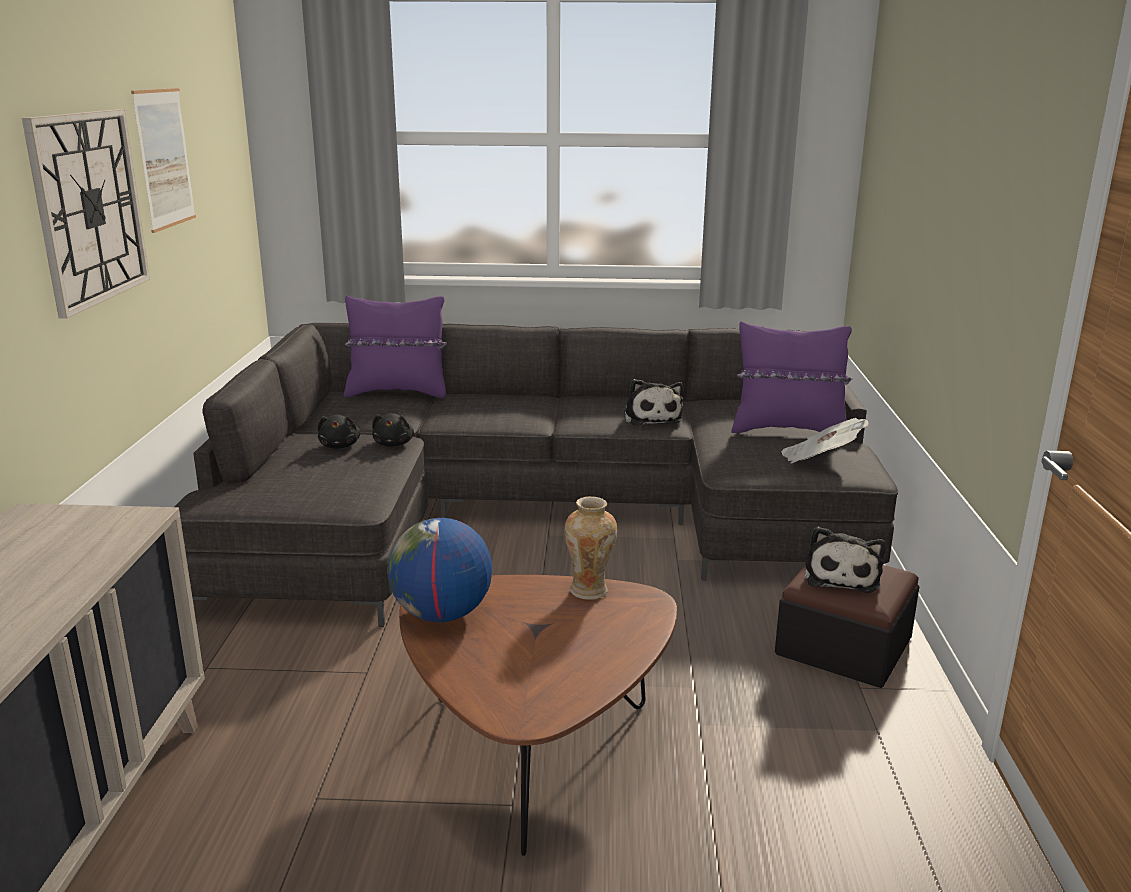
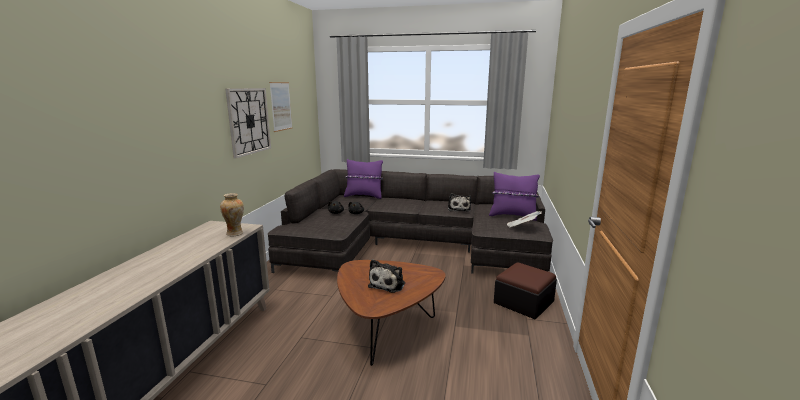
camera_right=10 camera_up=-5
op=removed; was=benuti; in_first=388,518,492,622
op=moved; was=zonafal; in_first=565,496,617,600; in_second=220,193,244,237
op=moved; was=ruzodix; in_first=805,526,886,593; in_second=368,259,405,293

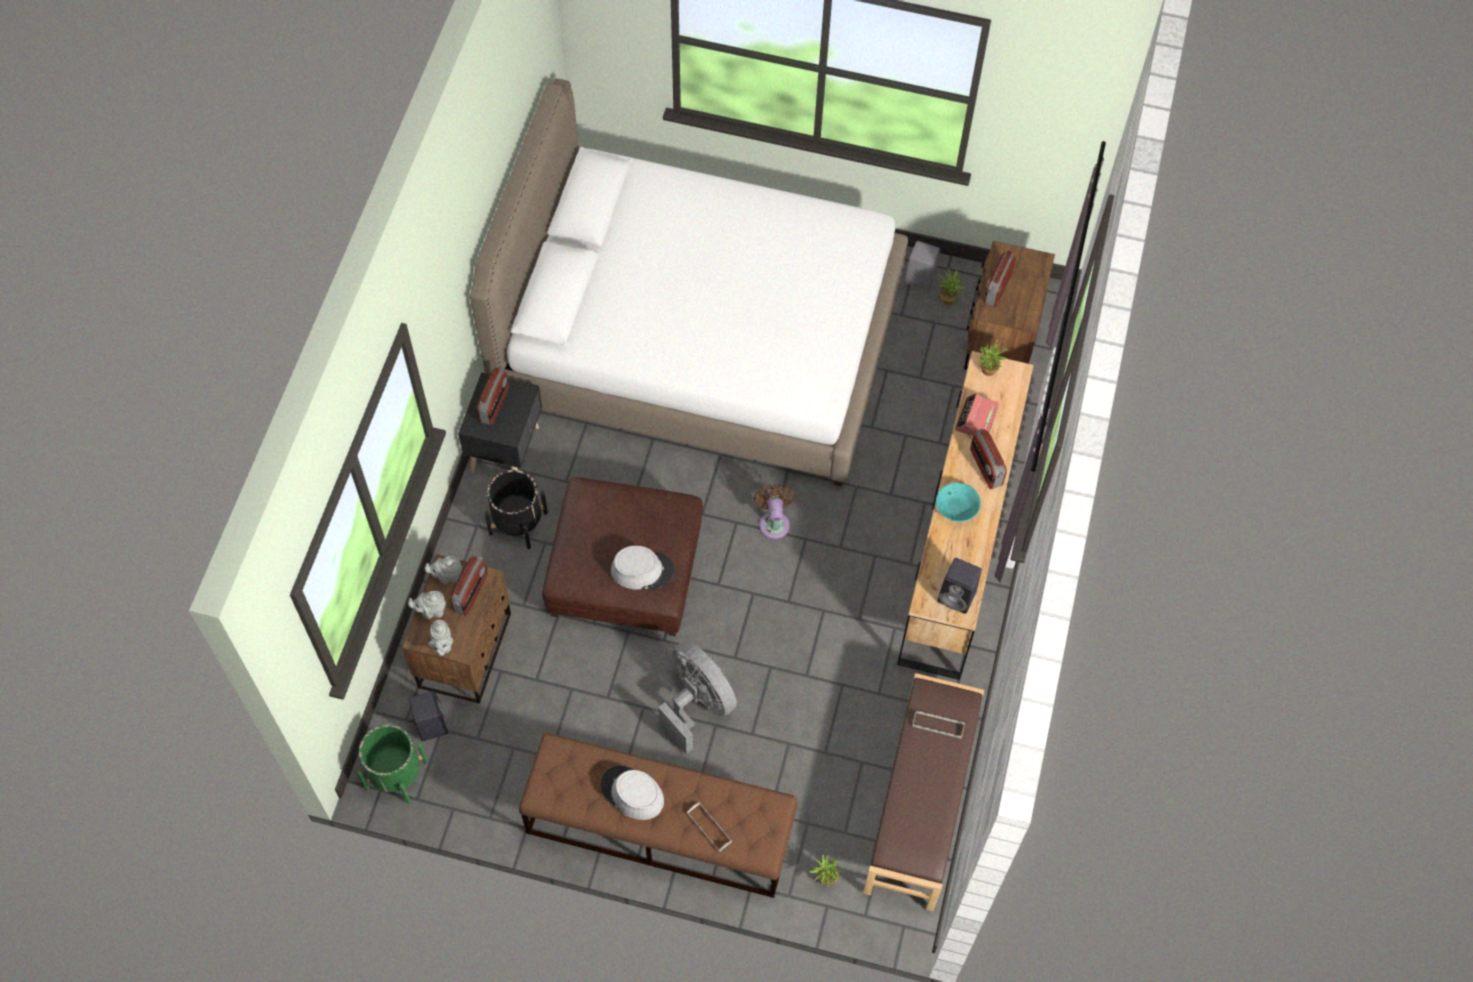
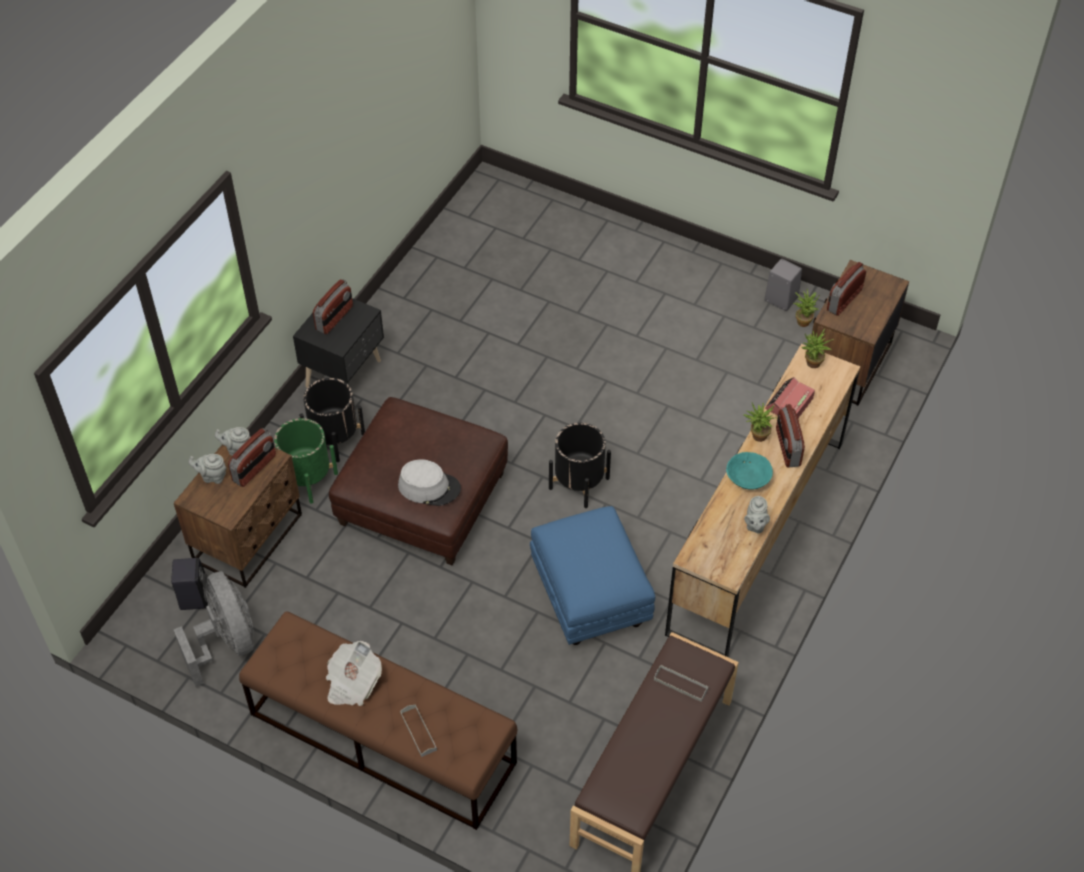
camera_right=15 camera_up=-10
op=moved; was=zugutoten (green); in_first=358,724,428,804; in_second=274,418,338,504
op=moved; was=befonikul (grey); in_first=428,620,453,656; in_second=744,496,770,533
op=removed; was=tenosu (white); in_first=470,79,908,486
op=replaced; was=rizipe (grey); now=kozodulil; in_first=601,765,664,820; in_second=326,641,382,706
op=moved; was=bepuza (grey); in_first=659,641,737,754; in_second=174,571,254,687
op=replaced; was=bepuza (brown); now=zugutoten (black); in_first=754,484,796,539; in_second=549,423,611,508
op=moved; was=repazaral; in_first=809,855,844,887; in_second=743,403,777,442
op=removed; was=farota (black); in_first=938,558,982,614
op=added; now=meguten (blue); in_second=530,506,655,645

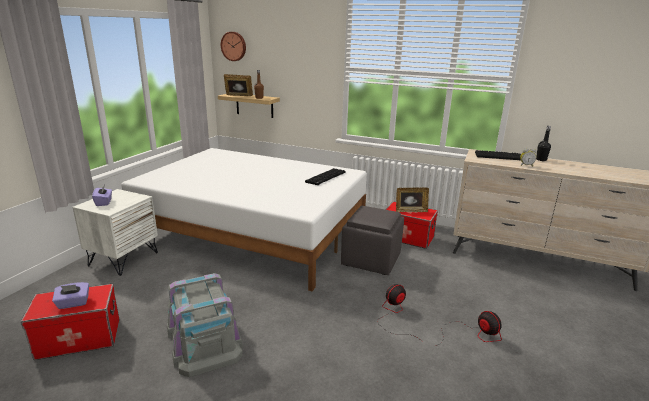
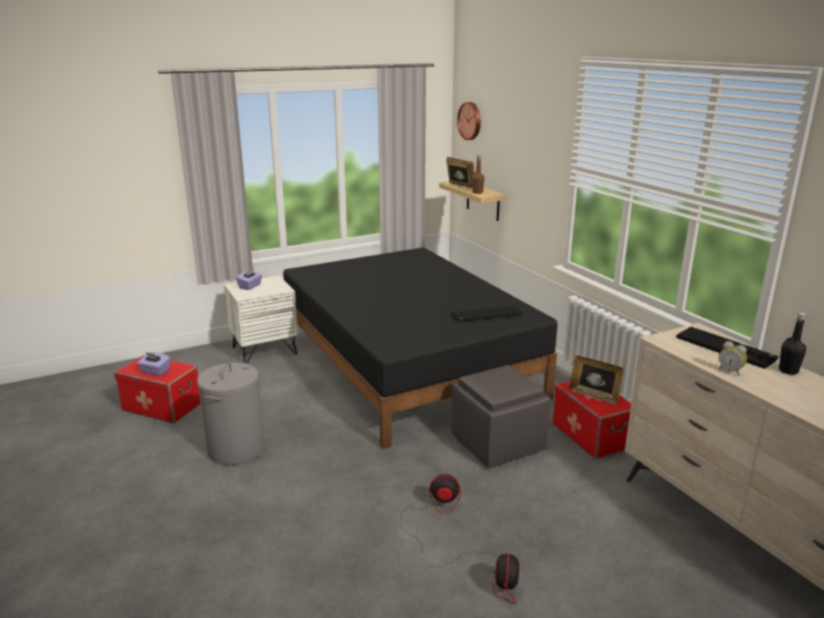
camera_right=40 camera_up=0
op=recoloured; was=tenosu (white); now=tenosu (black); in_first=121,148,367,291; in_second=283,248,558,449
op=replaced; was=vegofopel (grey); now=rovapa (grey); in_first=167,273,243,377; in_second=197,363,265,465

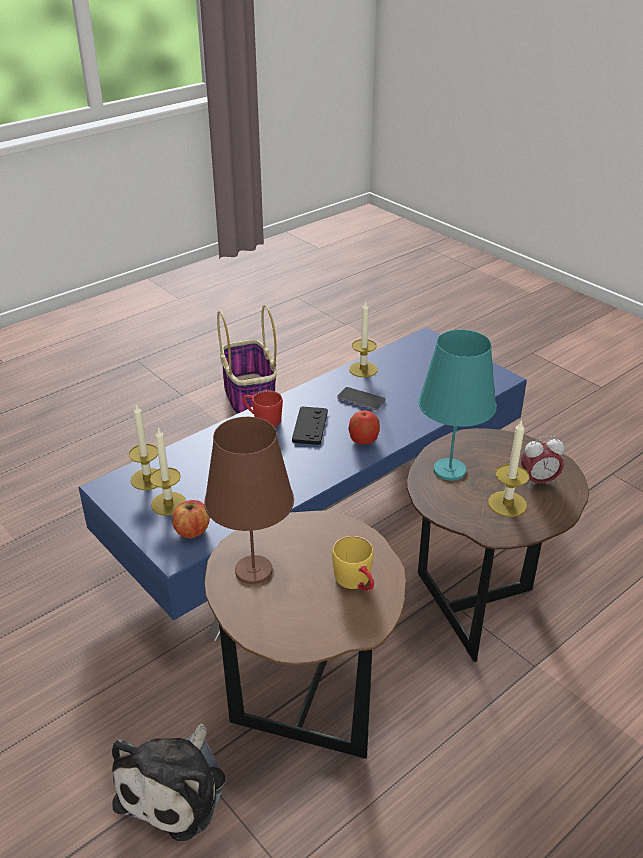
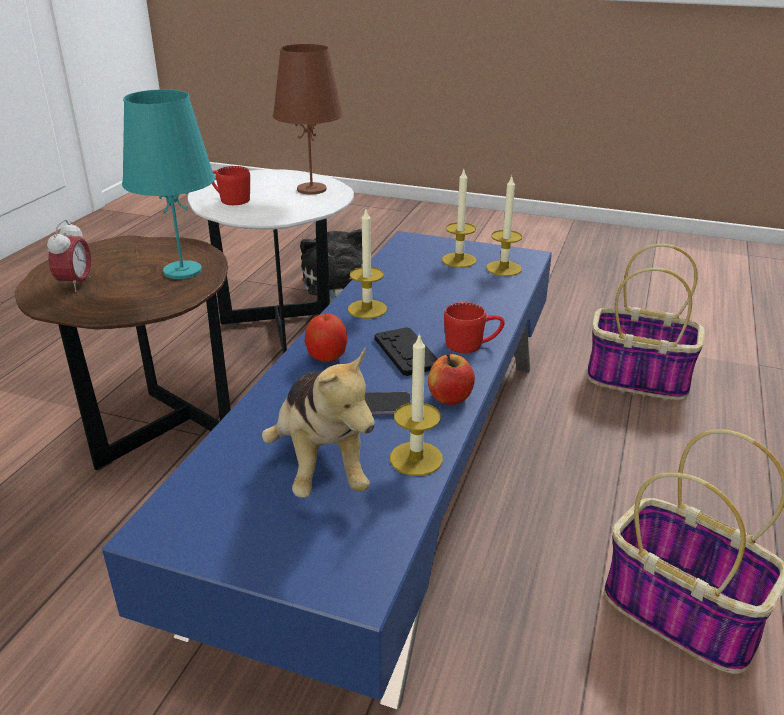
camera_right=150 camera_up=-5
op=moved; was=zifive; in_first=172,500,210,538; in_second=428,354,475,405
op=recoloured; was=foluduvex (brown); now=foluduvex (white); in_first=204,511,406,759; in_second=188,169,354,353
op=recoloured; was=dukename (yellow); now=dukename (red); in_first=332,536,374,591; in_second=212,166,250,205
op=moved; was=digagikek; in_first=488,419,529,517; in_second=348,210,387,319
op=turned; was=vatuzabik; in_first=521,436,565,487; in_second=47,219,91,292; clockwise=135
op=added; now=ruzodix; in_second=262,348,375,498
op=added; now=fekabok; in_second=587,244,705,400

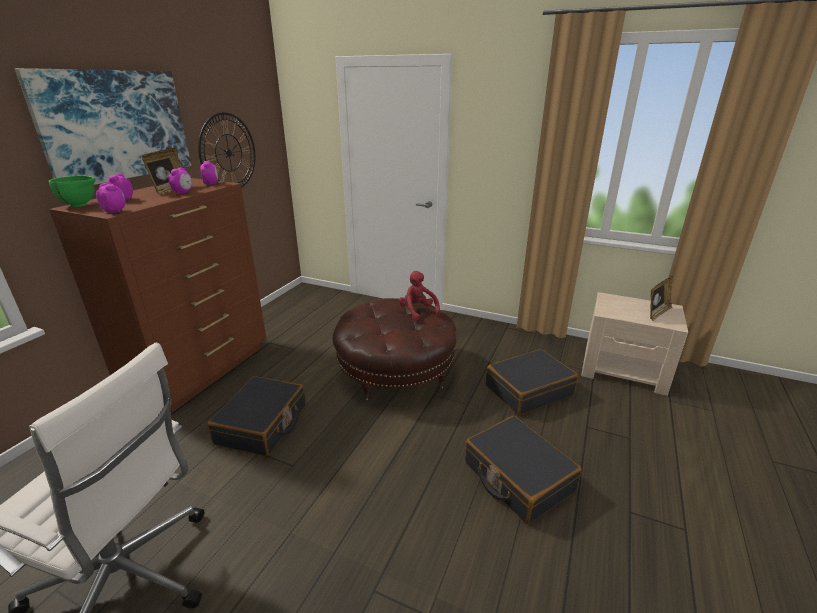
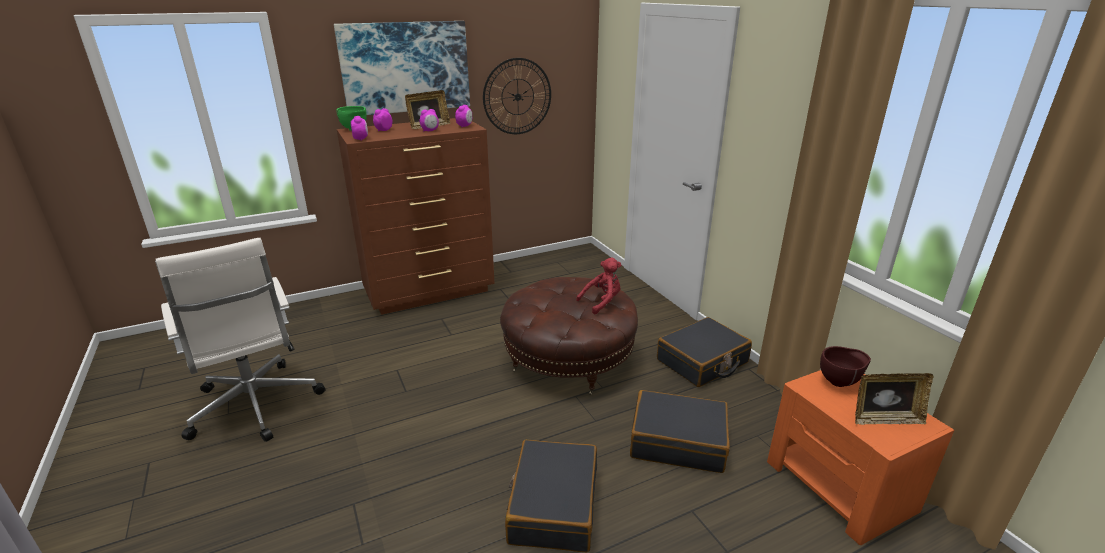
camera_right=40 camera_up=0
op=moved; was=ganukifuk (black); in_first=207,376,306,456; in_second=657,317,752,387
op=turned; was=ruzodix (red); in_first=399,271,440,321; in_second=576,258,621,315; clockwise=45
op=recoloured; was=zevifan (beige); now=zevifan (orange); in_first=581,292,688,396; in_second=767,370,954,545
op=added; now=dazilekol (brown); in_second=820,346,871,387

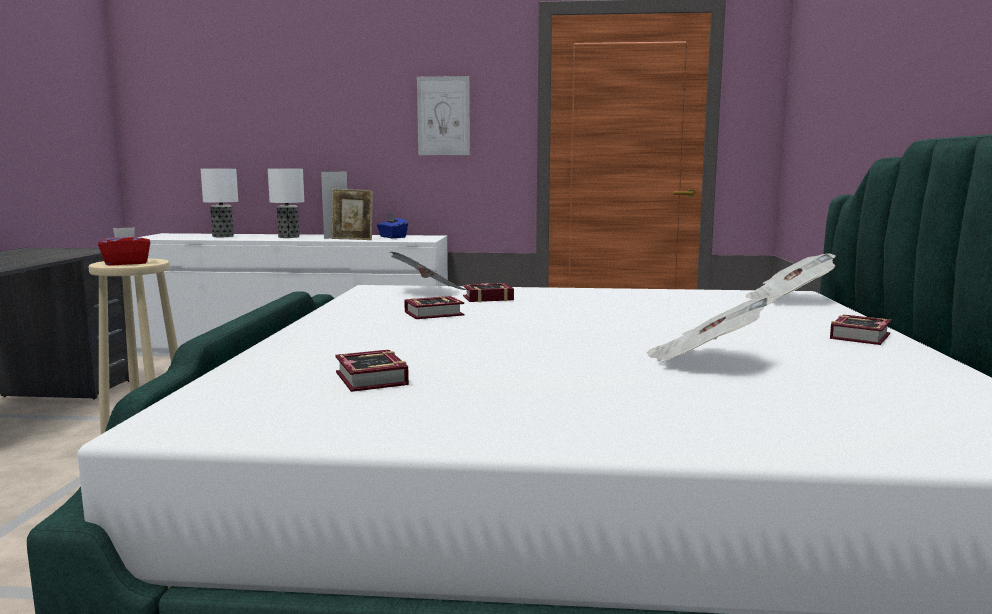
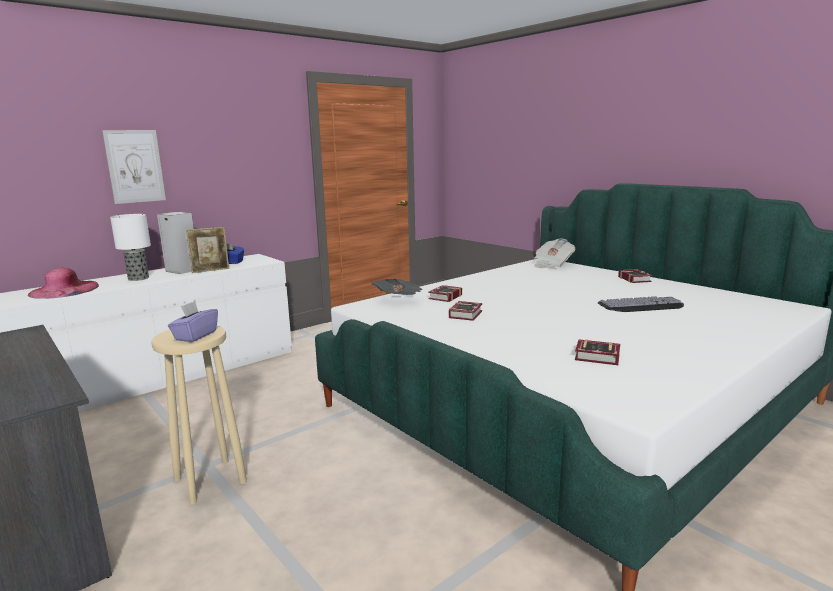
camera_right=-45 camera_up=5
op=recoloured; was=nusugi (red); now=nusugi (purple); in_first=98,227,150,266; in_second=168,301,218,342
op=replaced; was=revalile; now=rizipe (pink); in_first=201,169,238,237; in_second=28,268,99,299
op=moved; was=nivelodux; in_first=417,76,470,155; in_second=102,130,166,204
op=replaced; was=kozodulil; now=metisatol; in_first=647,297,774,363; in_second=598,296,684,312

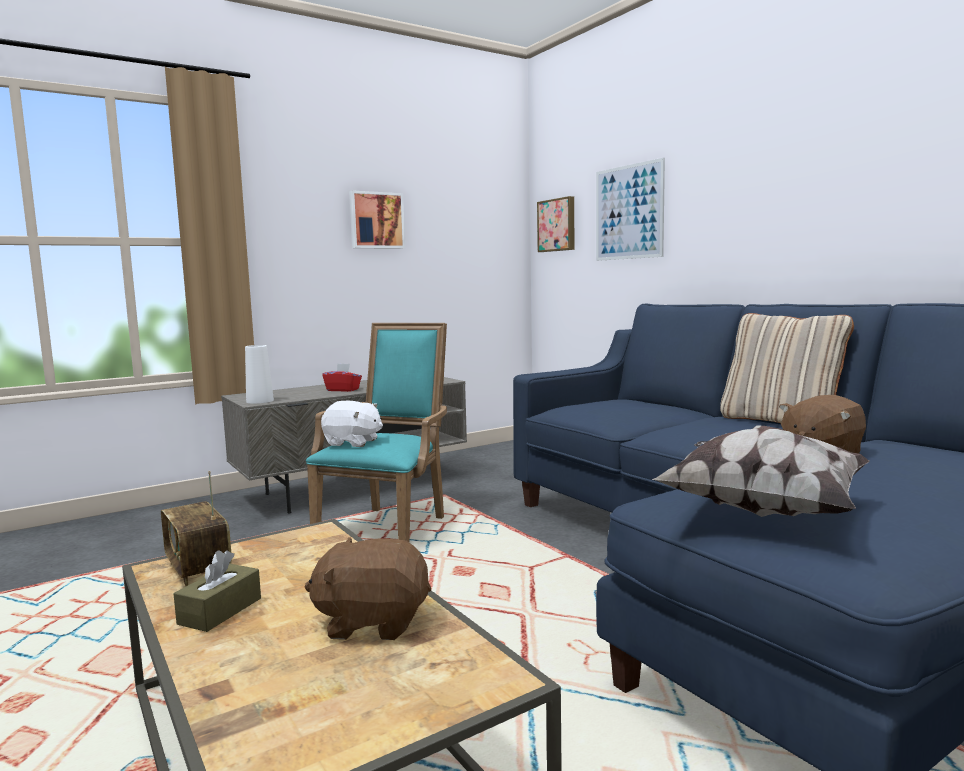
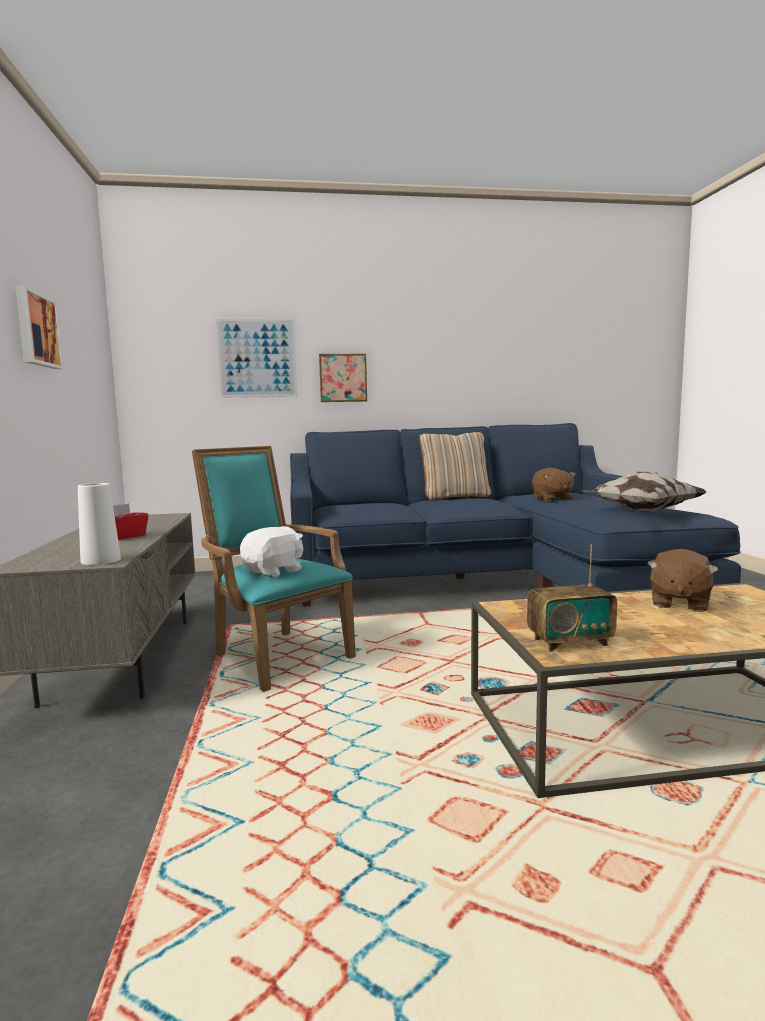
camera_right=-65 camera_up=0
op=removed; was=nusugi (brown); in_first=174,550,261,632
op=moved; was=nivelodux; in_first=537,196,574,252; in_second=319,354,367,402

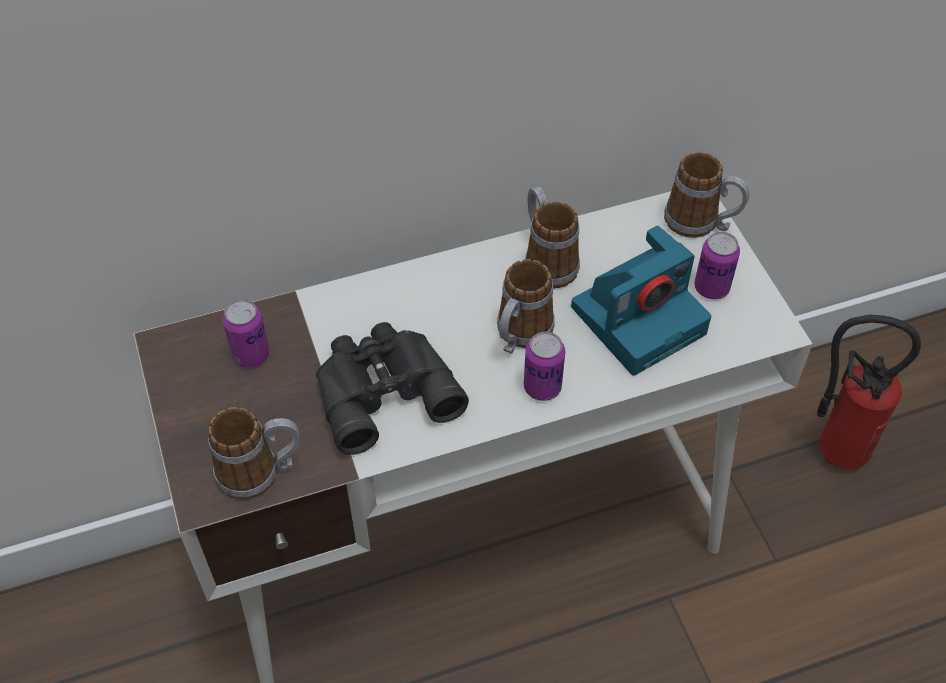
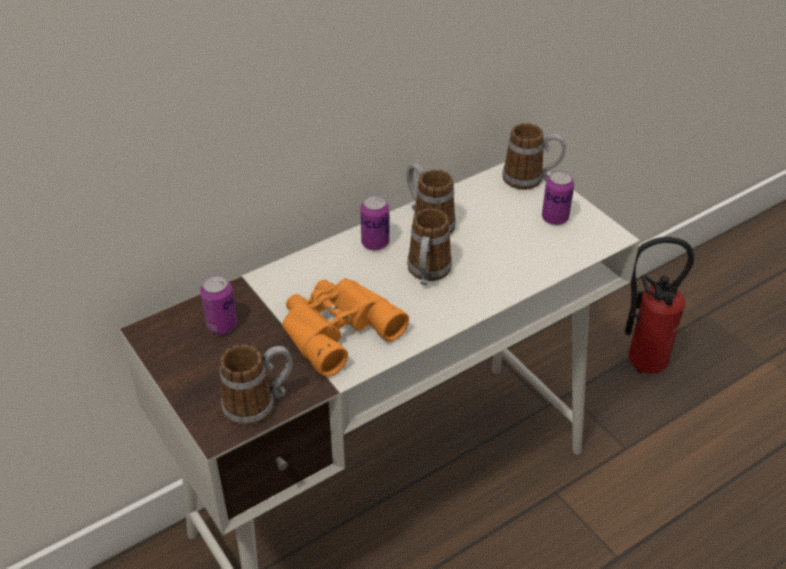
camera_right=-15 camera_up=-10
op=recoloured; was=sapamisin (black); now=sapamisin (orange); in_first=316,322,469,455; in_second=282,279,409,377
op=moved; was=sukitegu; in_first=524,332,565,401; in_second=360,195,389,250
op=removed; was=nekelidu; in_first=571,226,711,376

